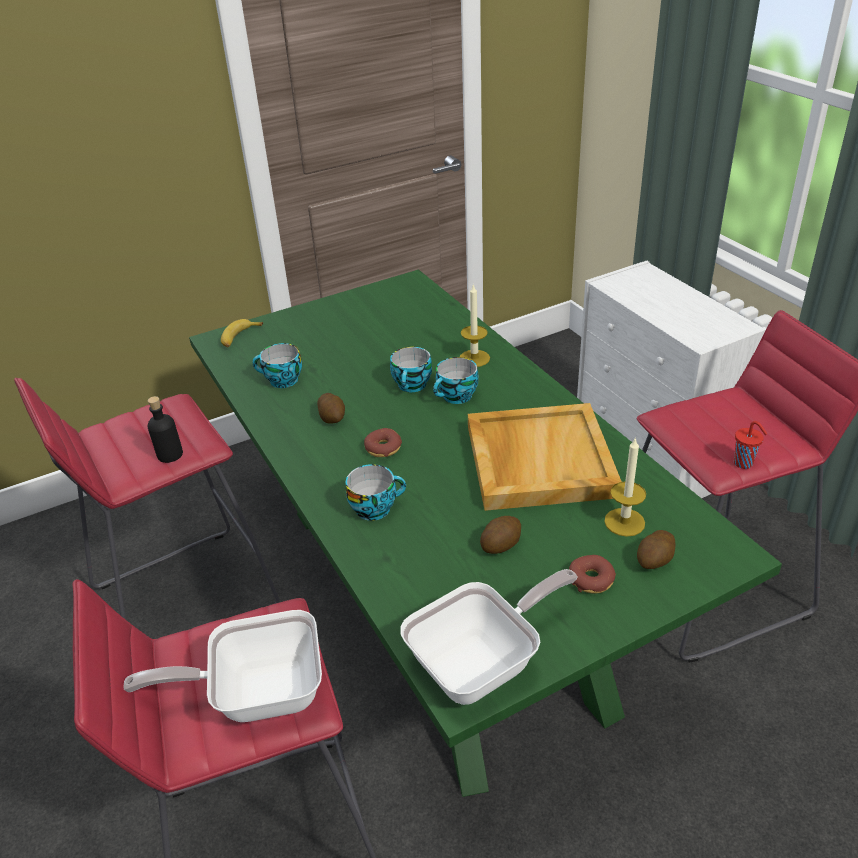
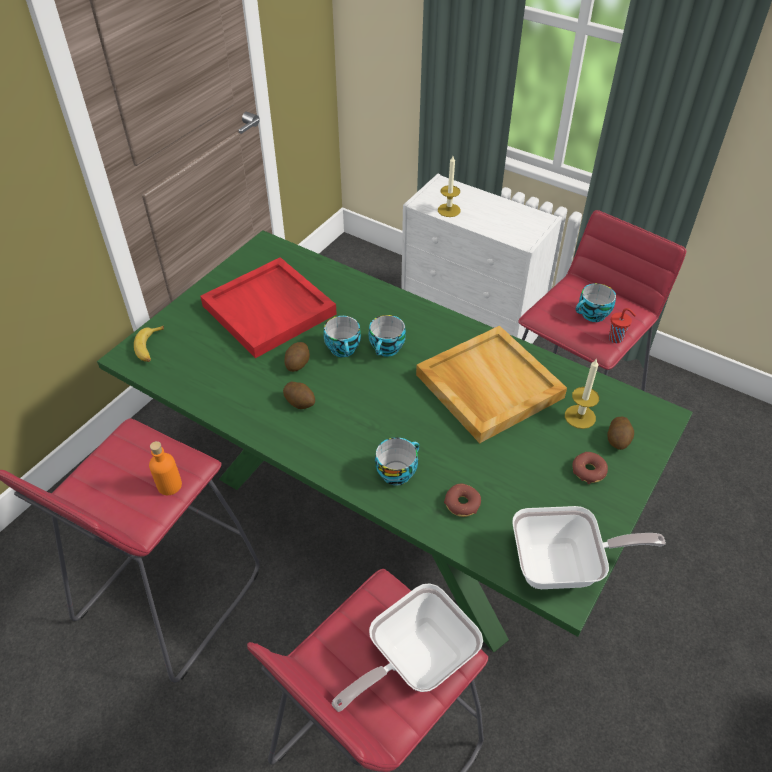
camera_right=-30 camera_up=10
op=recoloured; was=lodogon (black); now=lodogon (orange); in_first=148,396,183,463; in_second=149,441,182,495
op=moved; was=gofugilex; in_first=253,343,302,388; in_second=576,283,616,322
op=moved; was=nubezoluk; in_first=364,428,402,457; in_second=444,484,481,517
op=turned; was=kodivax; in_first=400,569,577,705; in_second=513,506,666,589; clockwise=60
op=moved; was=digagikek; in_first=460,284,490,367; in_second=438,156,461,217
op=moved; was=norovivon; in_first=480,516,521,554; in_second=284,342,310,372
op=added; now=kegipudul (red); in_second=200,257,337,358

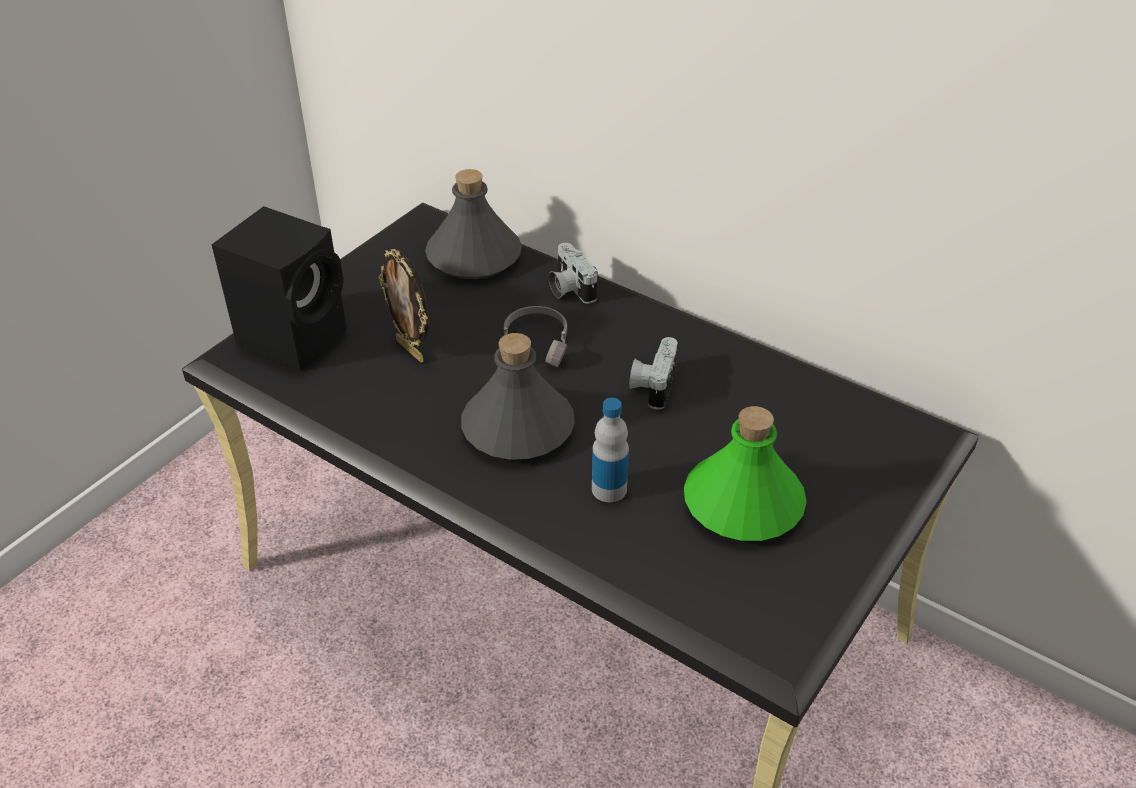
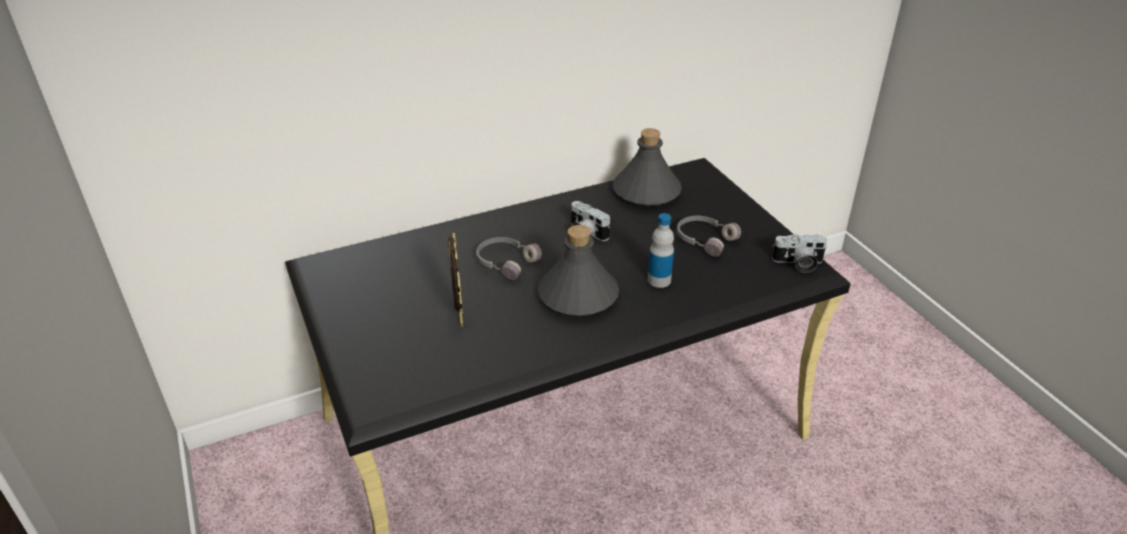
camera_right=-60 camera_up=-5
op=removed; was=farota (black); in_first=212,206,347,371
op=turned; was=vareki; in_first=379,249,429,363; in_second=447,233,463,327; clockwise=-90
op=moved; was=lodogon (grey); in_first=425,169,522,279; in_second=613,128,682,207
op=moved; was=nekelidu; in_first=549,243,598,304; in_second=772,234,827,273
op=replaced; was=lodogon (green); now=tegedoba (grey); in_first=684,406,807,541; in_second=677,216,741,257

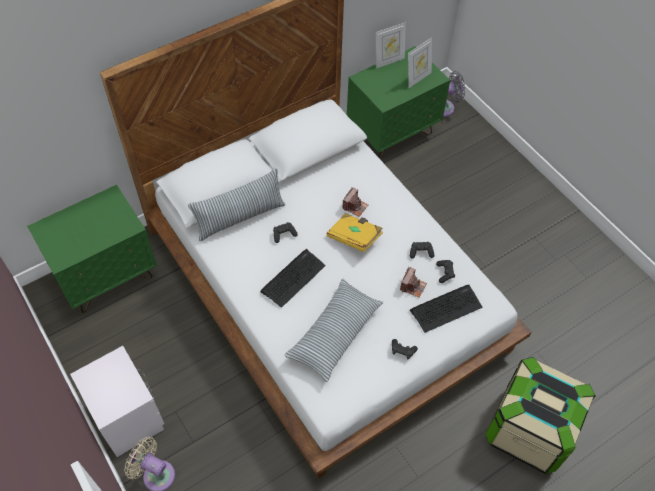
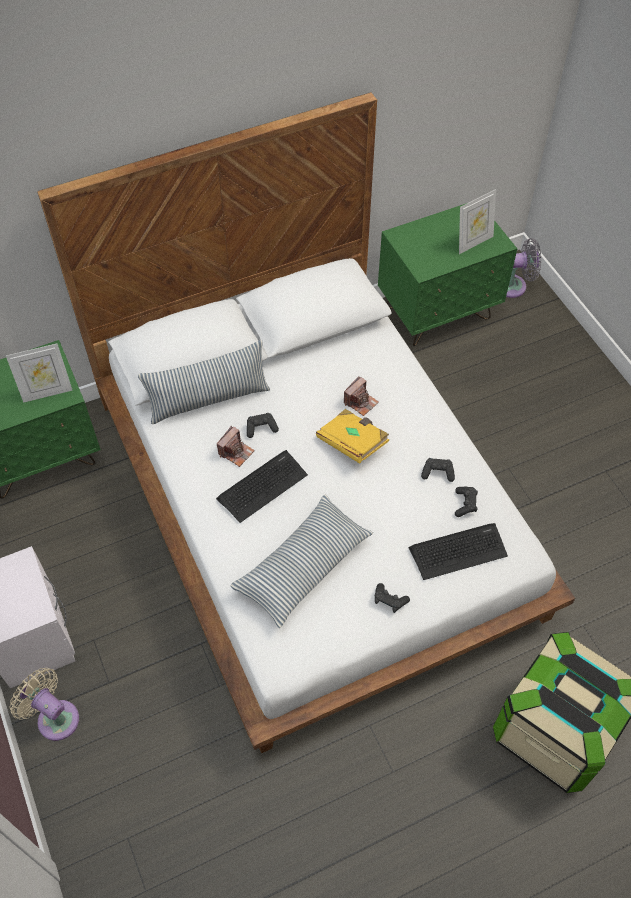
camera_right=10 camera_up=0
op=moved; was=vareki; in_first=376,23,406,68; in_second=6,343,73,403
op=moved; was=nekelidu; in_first=400,267,427,298; in_second=217,426,255,467

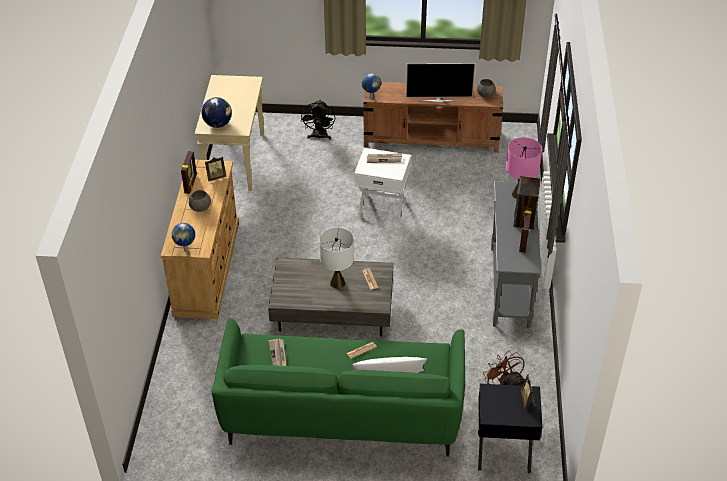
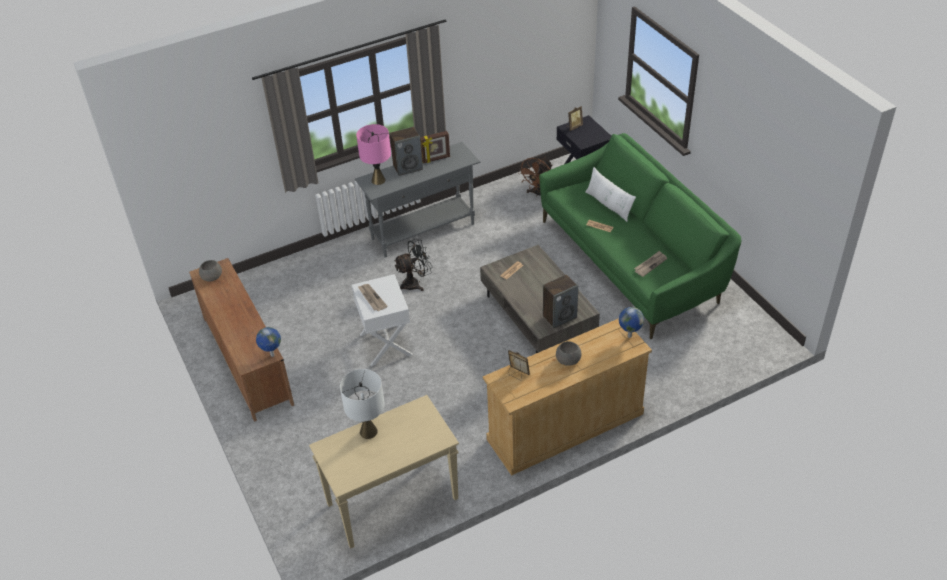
camera_right=-120 camera_up=0
op=removed; was=vareki; in_first=181,151,197,194
op=removed; was=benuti; in_first=201,97,232,128
op=moved; was=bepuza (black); in_first=301,100,335,139; in_second=394,239,432,291
op=moved; was=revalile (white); in_first=319,228,354,289; in_second=340,369,385,439
op=removed; was=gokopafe; in_first=406,63,475,102
op=added; now=farota; in_second=543,274,578,328

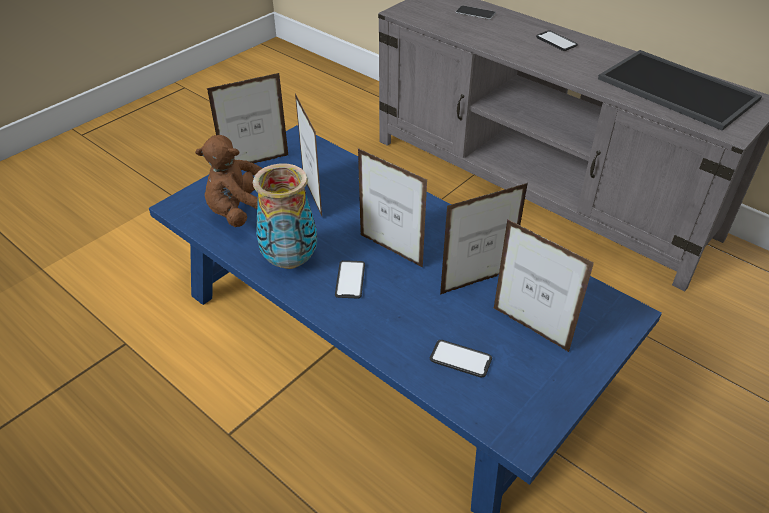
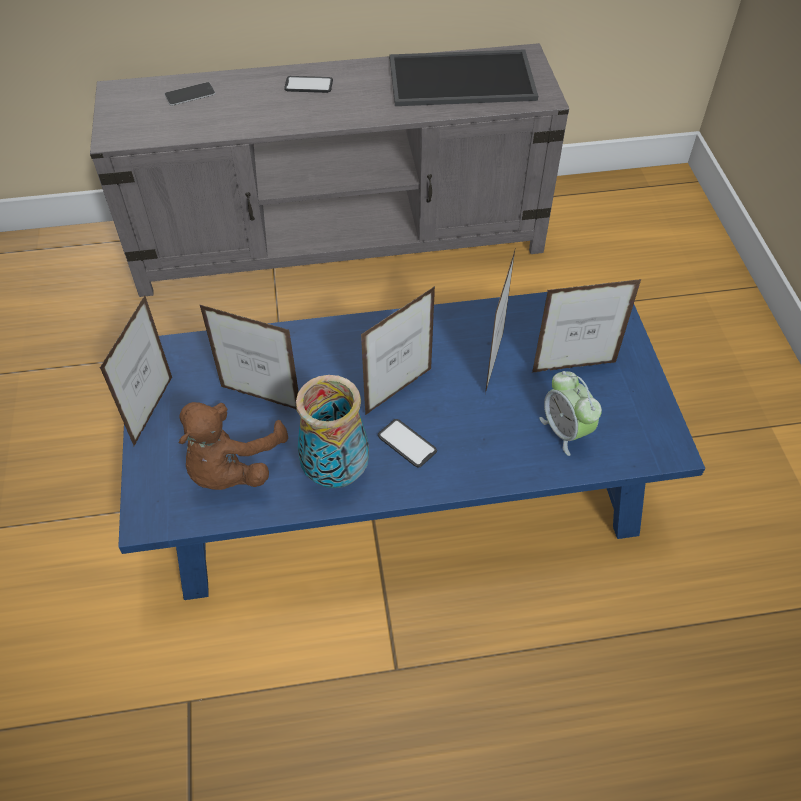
camera_right=-50 camera_up=10
op=turned; was=vareki; in_first=358,148,427,268; in_second=361,286,435,415; clockwise=150
op=replaced; was=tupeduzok; now=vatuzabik; in_first=430,340,492,377; in_second=539,371,602,456

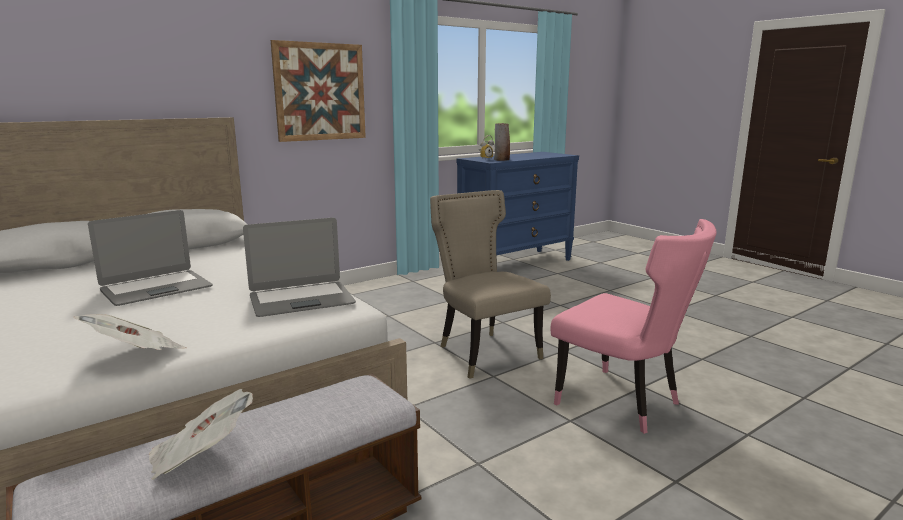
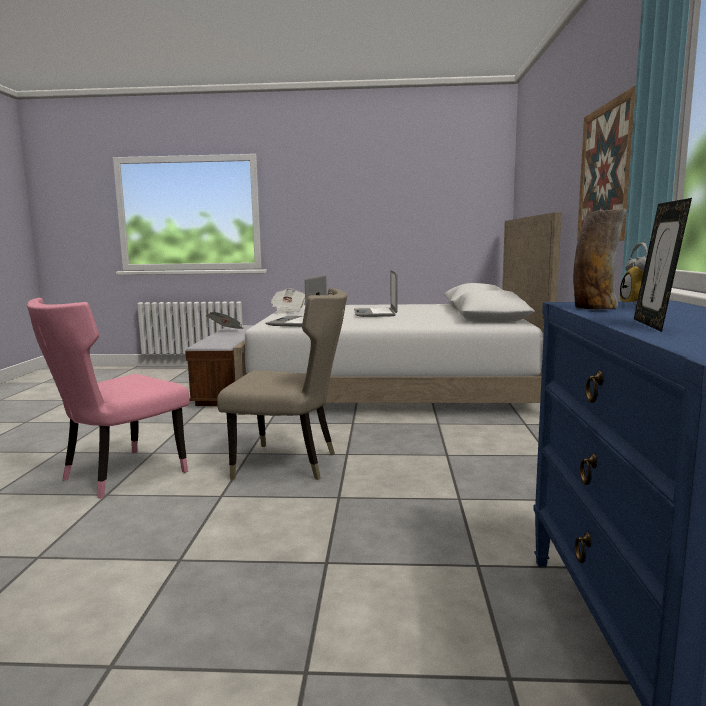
camera_right=130 camera_up=-5
op=turned; was=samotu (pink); in_first=551,219,716,434; in_second=27,298,190,498; clockwise=-45
op=added; now=vareki; in_second=634,198,692,332

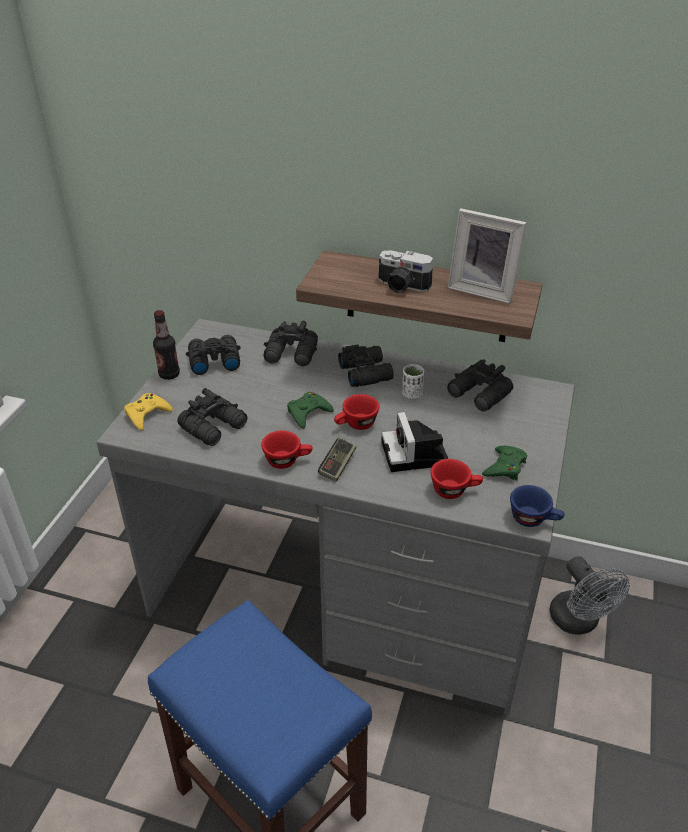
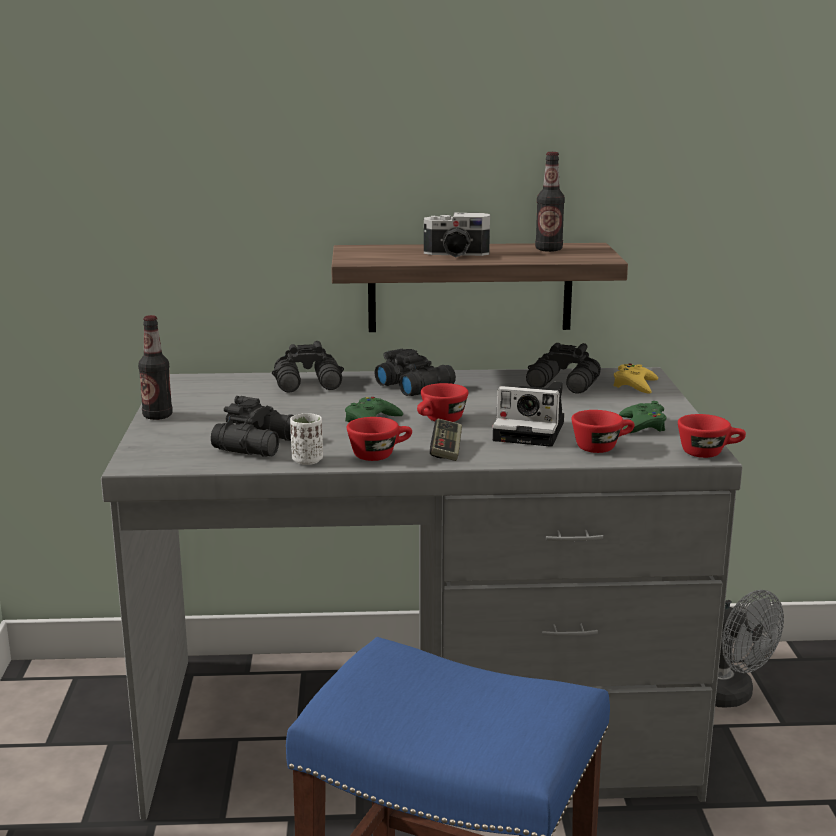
camera_right=-20 camera_up=-20
op=moved; was=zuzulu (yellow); in_first=124,393,173,430; in_second=613,364,658,393
op=removed; was=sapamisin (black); in_first=186,335,241,375
op=turned; was=nekelidu; in_first=381,412,448,472; in_second=493,382,564,447; clockwise=-45
op=moved; was=gofugilex (white); in_first=402,364,424,399; in_second=290,413,323,465
op=replaced; was=vareki; now=lodogon; in_first=448,208,527,304; in_second=535,152,565,252
op=recoloured; was=gofugilex (blue); now=gofugilex (red); in_first=510,485,565,527; in_second=678,414,746,458

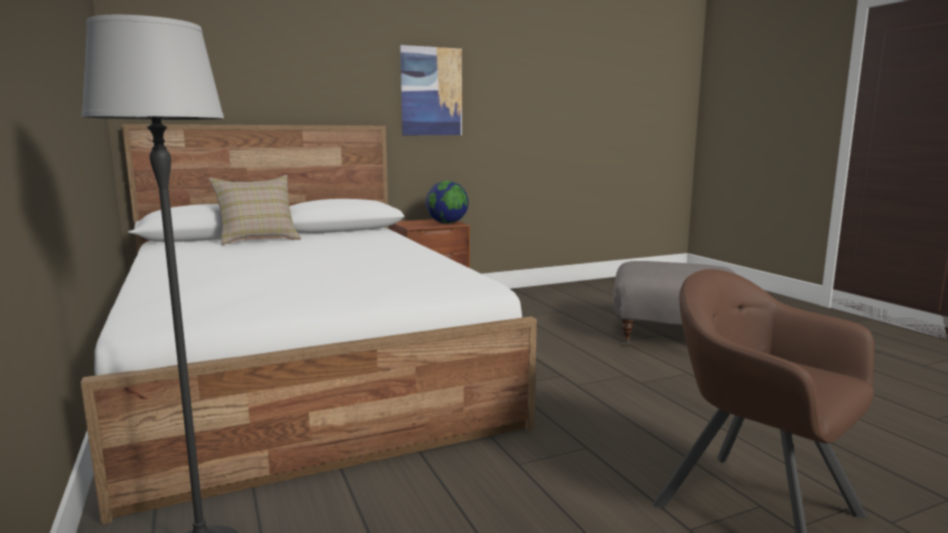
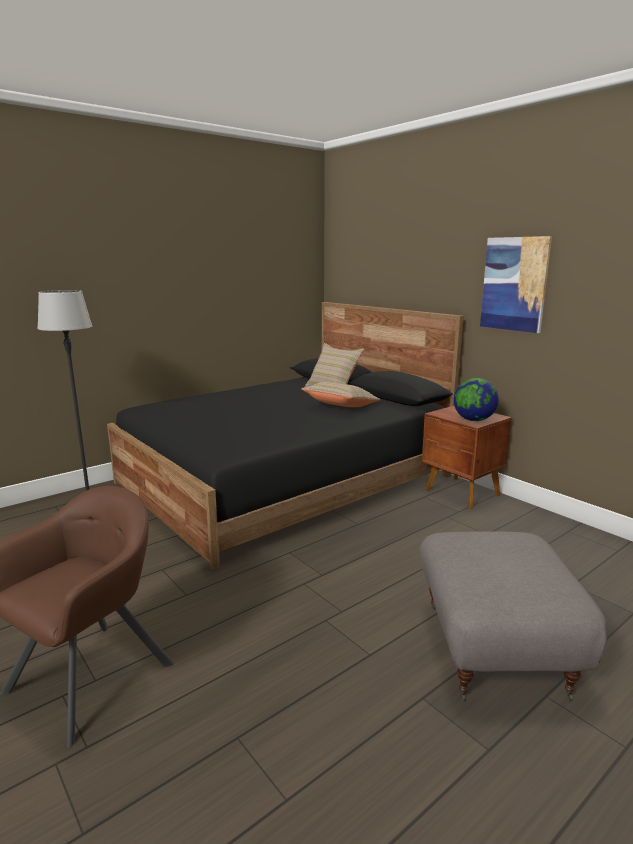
camera_right=75 camera_up=5
op=recoloured; was=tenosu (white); now=tenosu (black); in_first=81,124,537,525; in_second=107,302,464,570
op=added; now=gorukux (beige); in_second=301,382,380,407

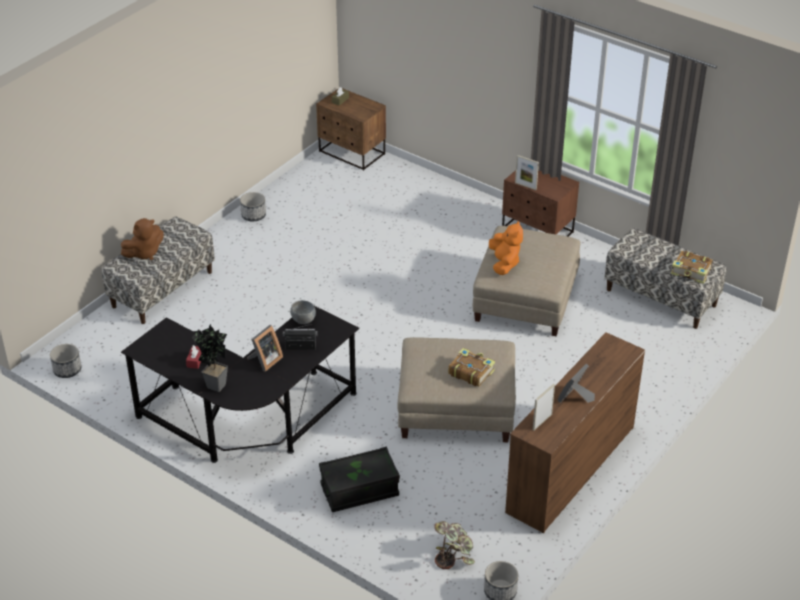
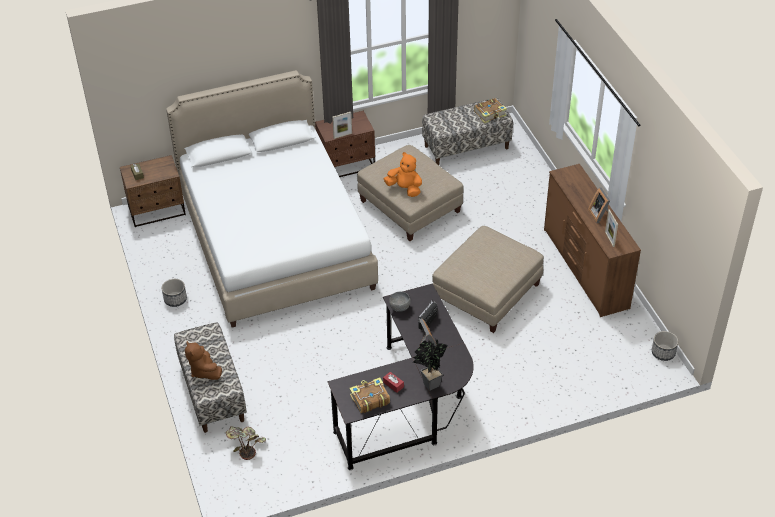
camera_right=-55 camera_up=5
op=removed; was=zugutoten; in_first=50,344,82,378
op=turned; was=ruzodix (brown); in_first=121,218,164,260; in_second=185,341,222,380; clockwise=150
op=removed; was=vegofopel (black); in_first=319,447,400,512
op=moved; was=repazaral; in_first=434,521,475,569; in_second=226,426,266,460
op=moved; was=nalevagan; in_first=448,348,495,387; in_second=350,377,390,413
op=added; now=tenosu (white); in_second=166,70,378,327

